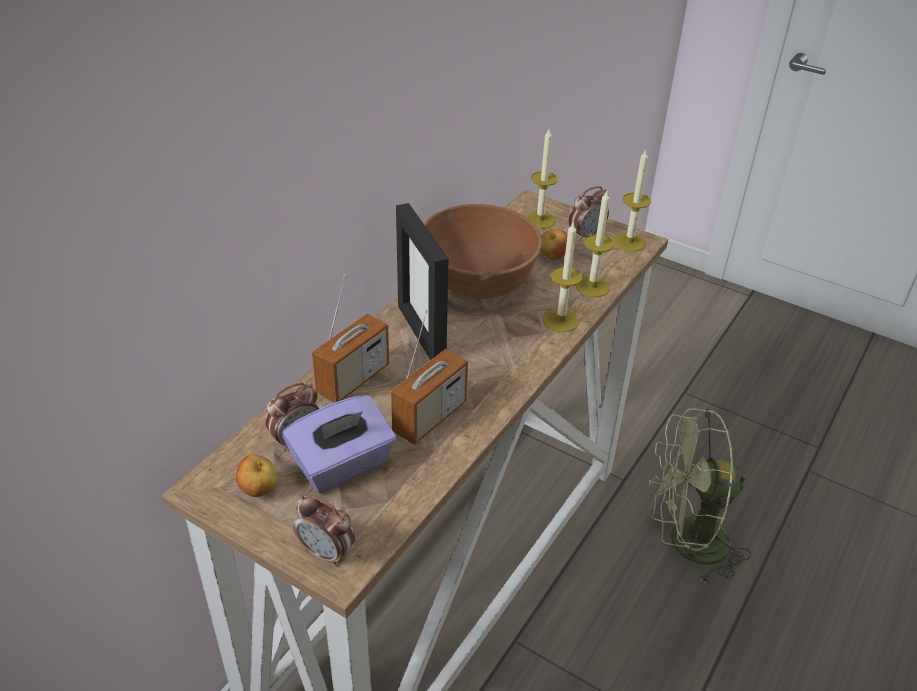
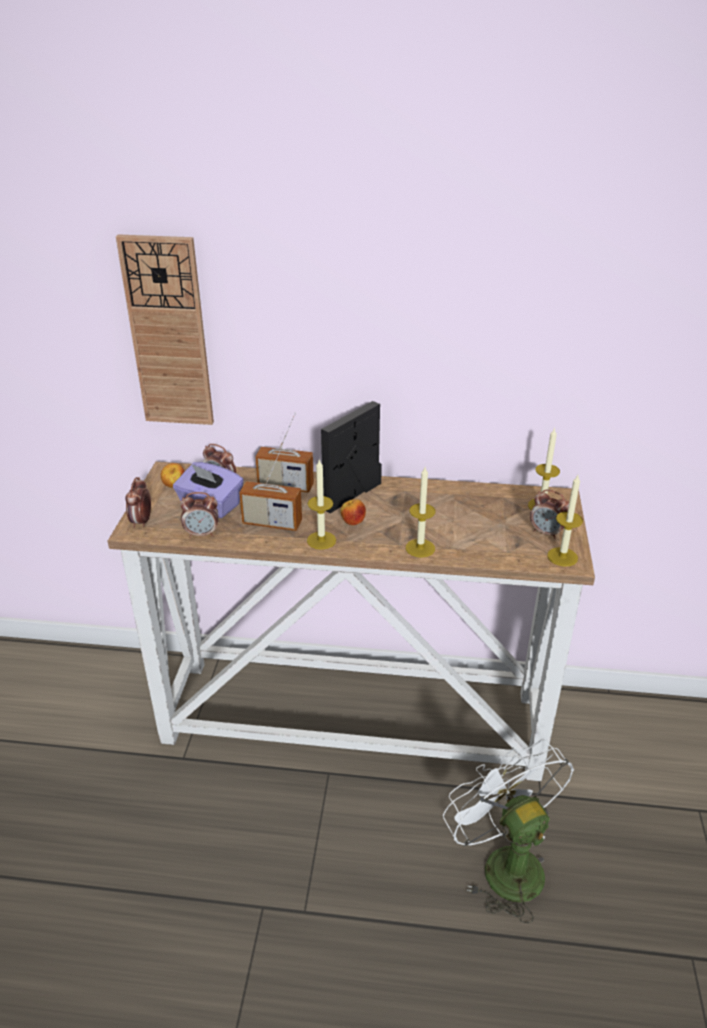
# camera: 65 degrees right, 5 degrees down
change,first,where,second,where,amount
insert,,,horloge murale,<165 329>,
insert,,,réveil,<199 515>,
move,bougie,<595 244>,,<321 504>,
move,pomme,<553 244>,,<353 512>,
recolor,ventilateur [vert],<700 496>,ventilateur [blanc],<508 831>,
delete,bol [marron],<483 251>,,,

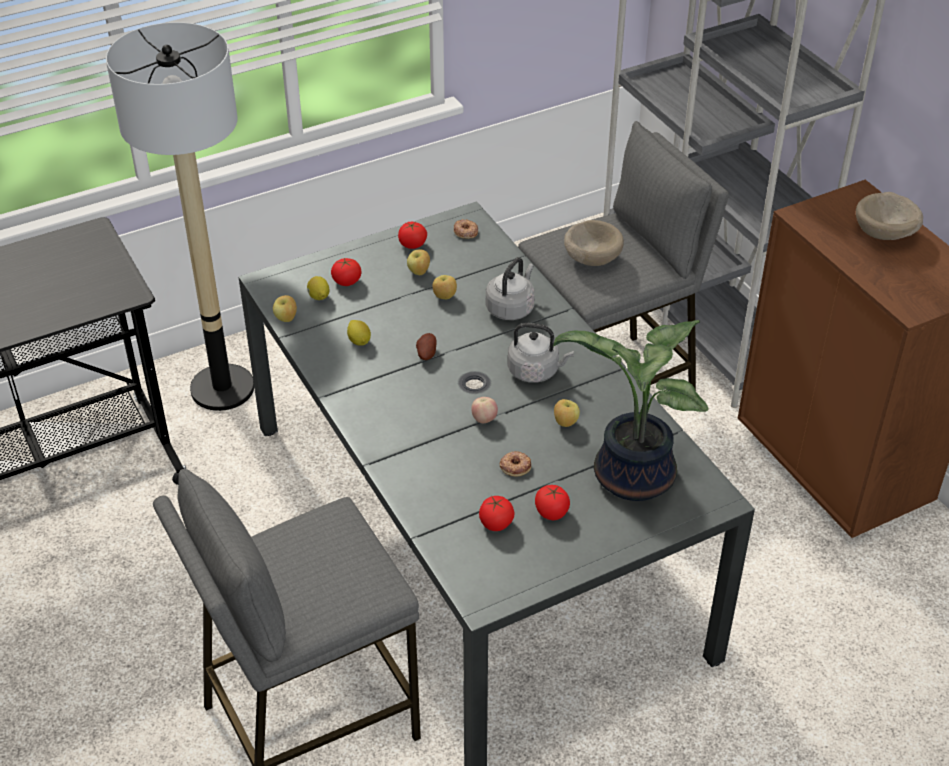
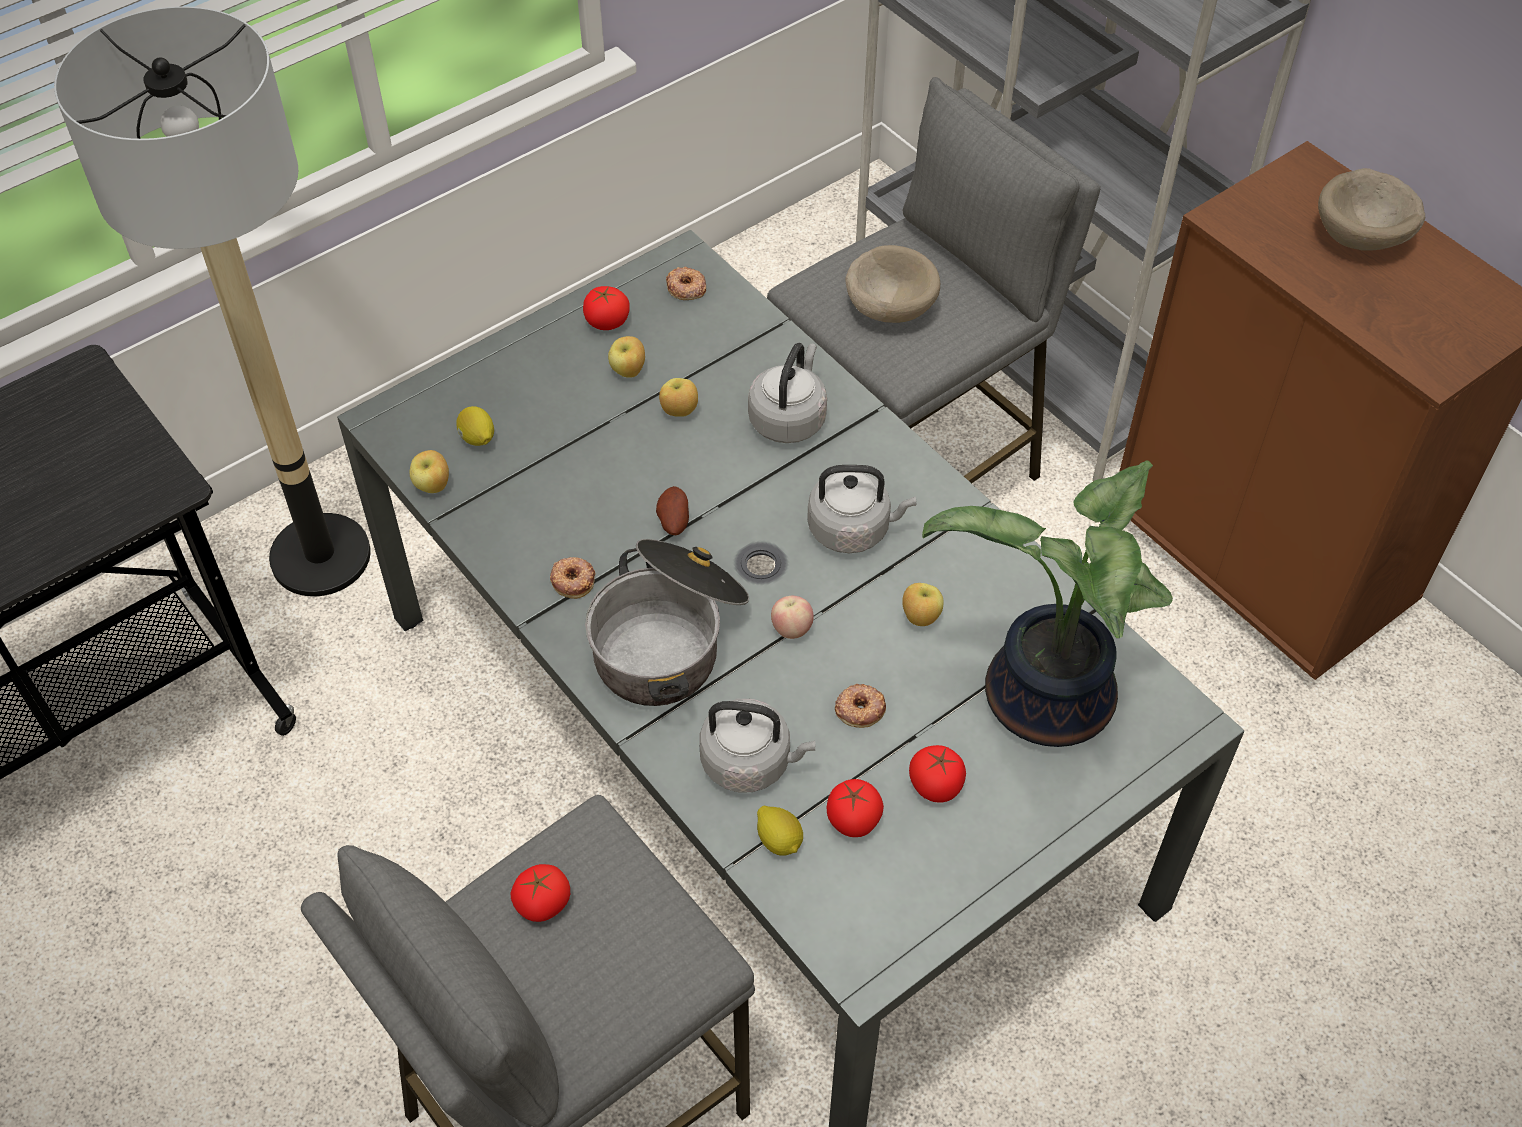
# camera: 10 degrees left, 10 degrees up
change,first,where,second,where,amount
move,tomate,<346 272>,,<540 893>,
insert,,,beignet,<572 578>,
insert,,,marmite,<667 622>,
insert,,,bouilloire [gris],<757 746>,
move,citron,<359 333>,,<780 831>,

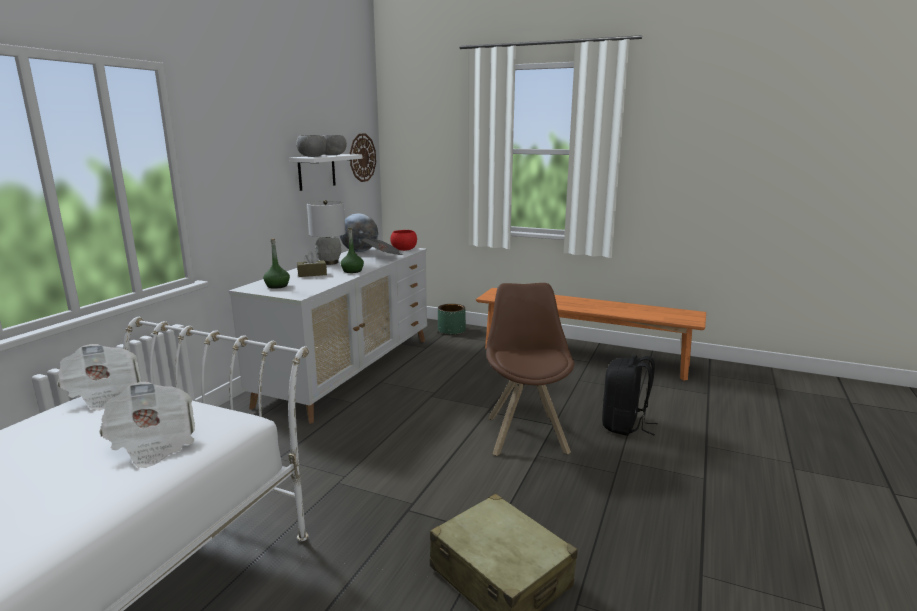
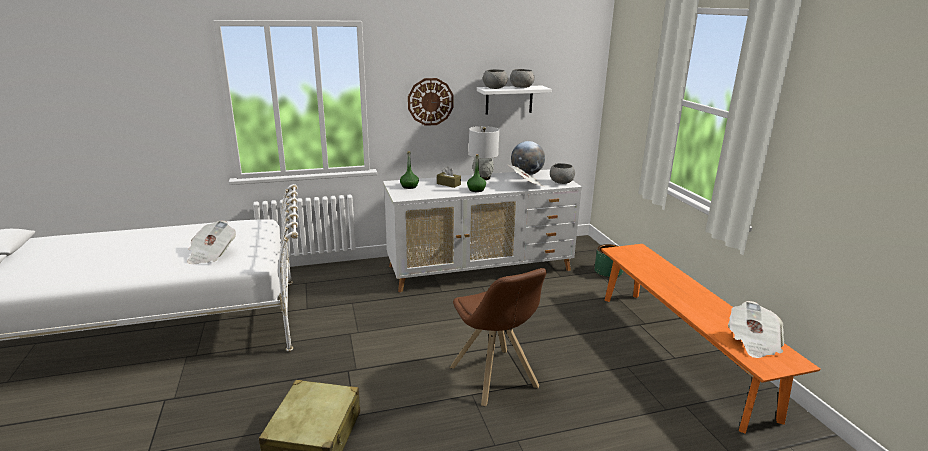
# camera: 50 degrees right, 5 degrees up
change,first,where,second,where,amount
move,horloge murale,<363 158>,,<431 102>,
rotate,chaise [marron],<530 369>,,<498 337>,105 degrees clockwise
recolor,bol [rouge],<403 240>,bol [gris],<562 173>,
move,journal,<99 377>,,<756 329>,
delete,sac à dos [noir],<630 395>,,,

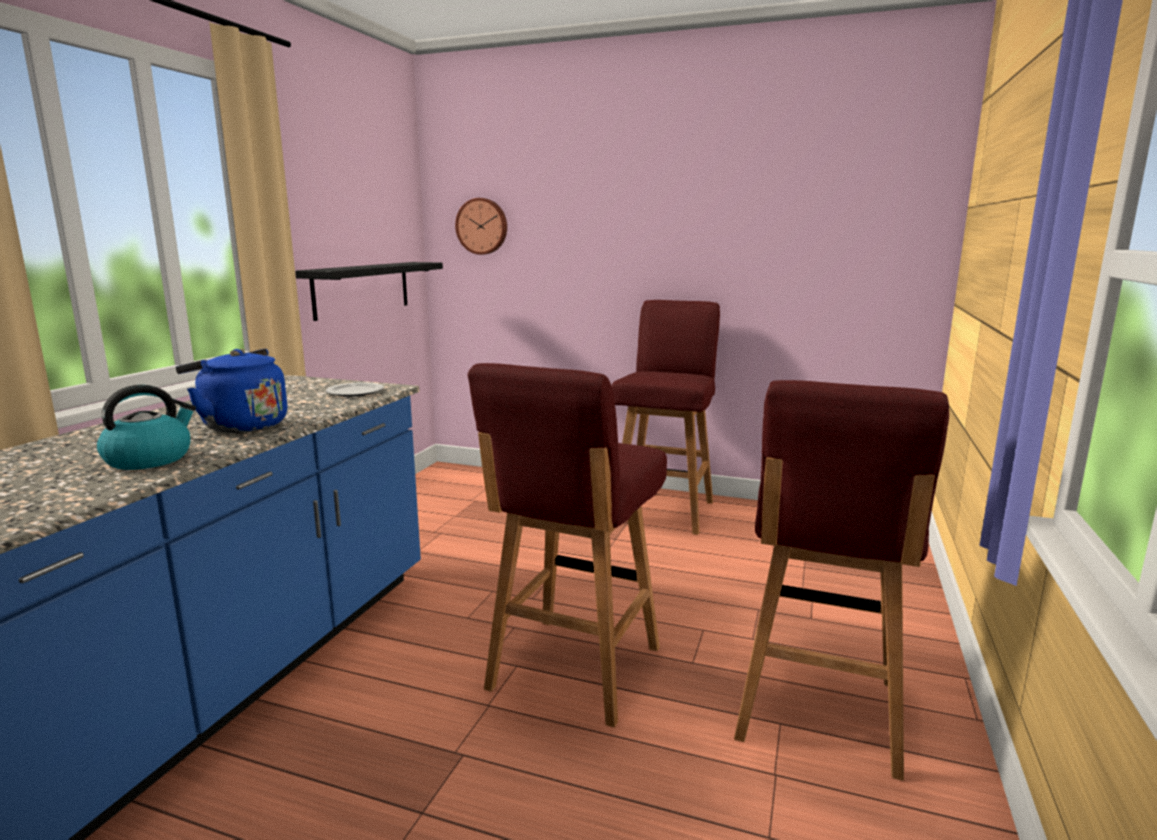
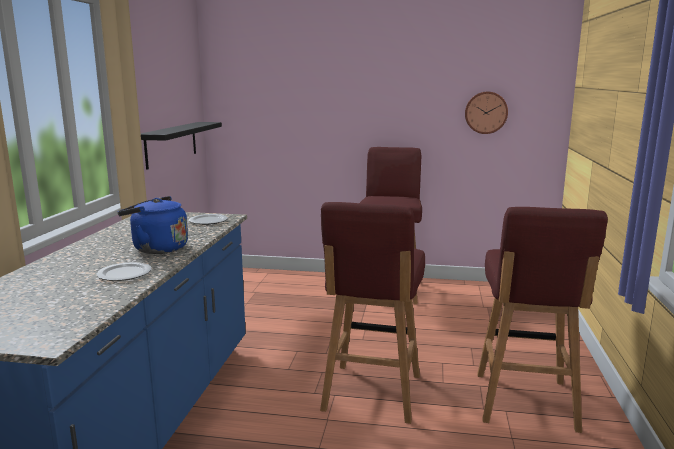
# camera: 10 degrees left, 0 degrees up
change,first,where,second,where,amount
replace,bouilloire,<146 427>,assiette,<124 271>,
move,horloge murale,<481 226>,,<486 113>,

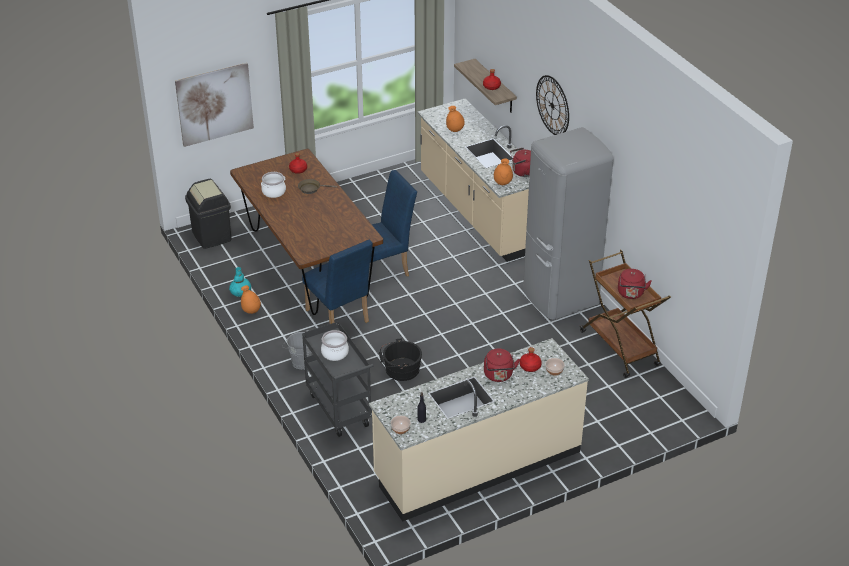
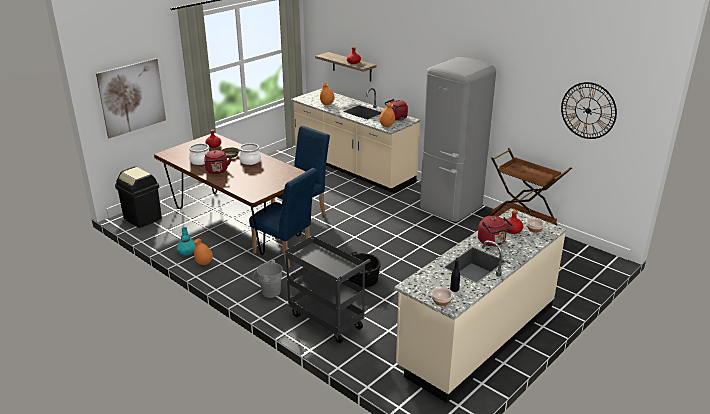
# camera: 20 degrees left, 10 degrees down
change,first,where,second,where,amount
move,bouilloire [rouge],<635 284>,,<218 162>,
move,marmite,<335 345>,,<250 154>,
move,horloge murale,<552 105>,,<589 110>,

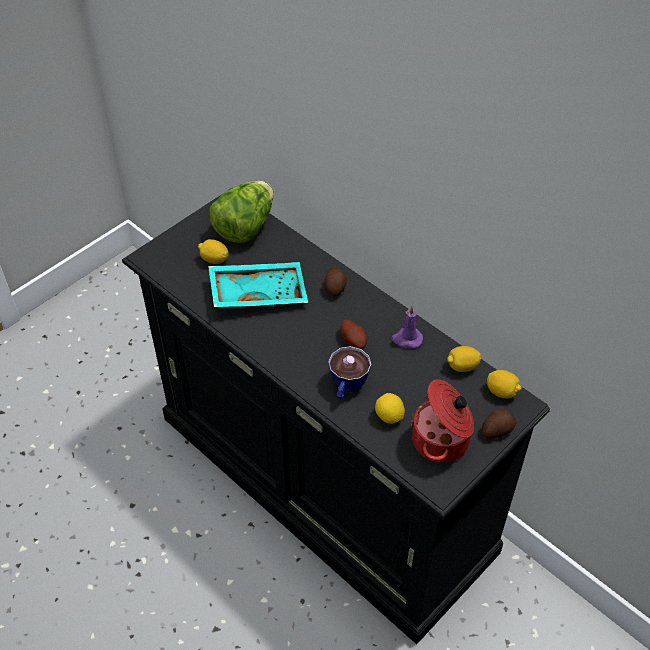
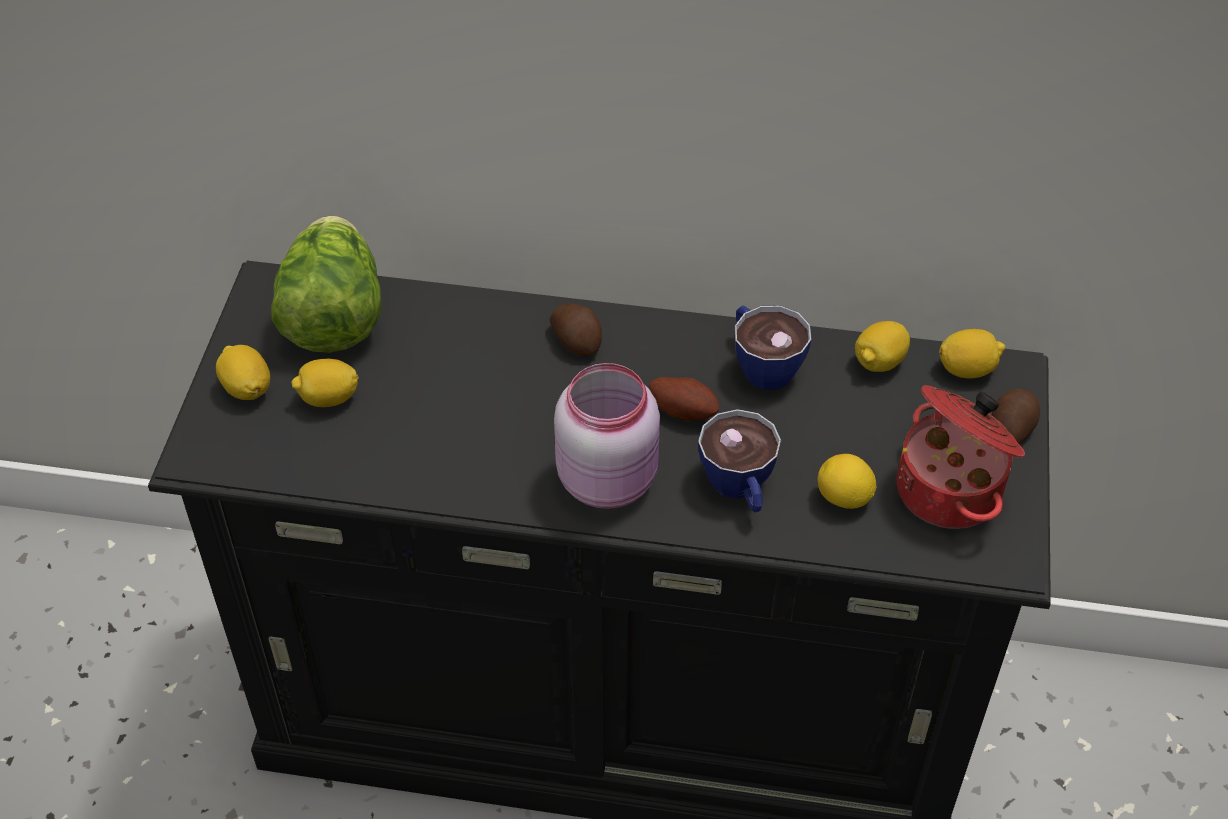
# camera: 35 degrees left, 0 degrees up
change,first,where,second,where,amount
insert,,,citron,<243 372>,
insert,,,bocal [rose],<607 436>,
replace,bougie [violet],<407 327>,tasse,<773 347>,
delete,plateau [turquoise],<258 285>,,,

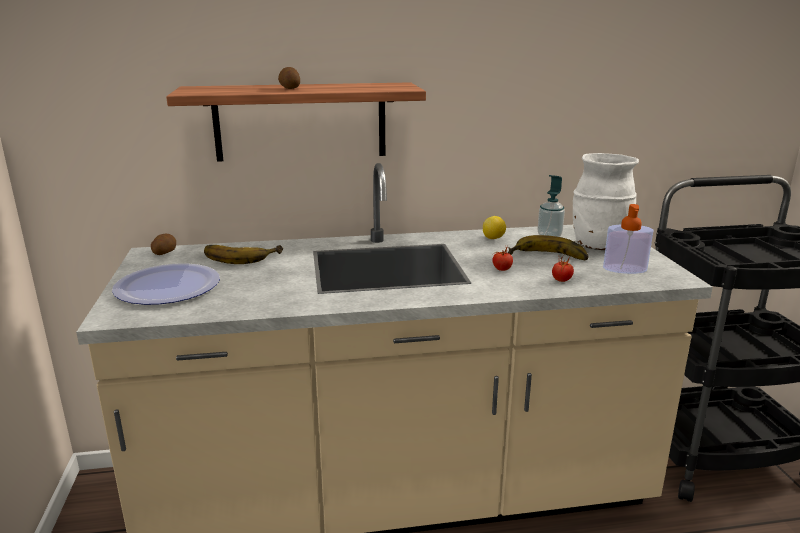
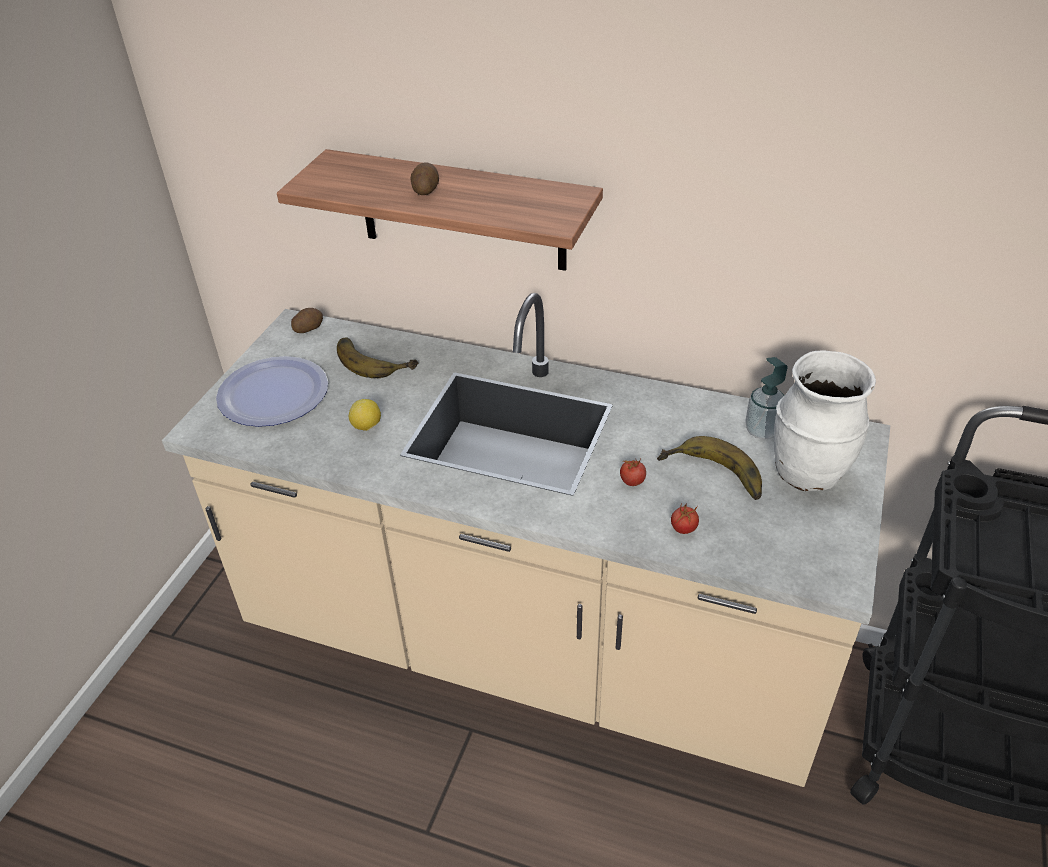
# camera: 30 degrees right, 20 degrees up
change,first,where,second,where,amount
move,citron,<494 227>,,<365 415>,
delete,distributeur de savon,<628 239>,,,

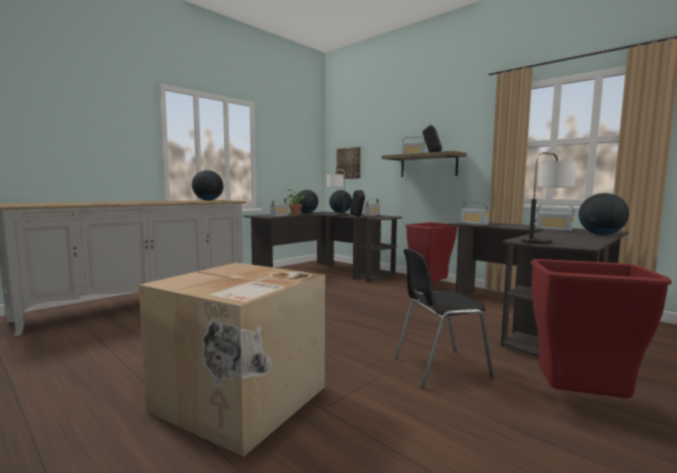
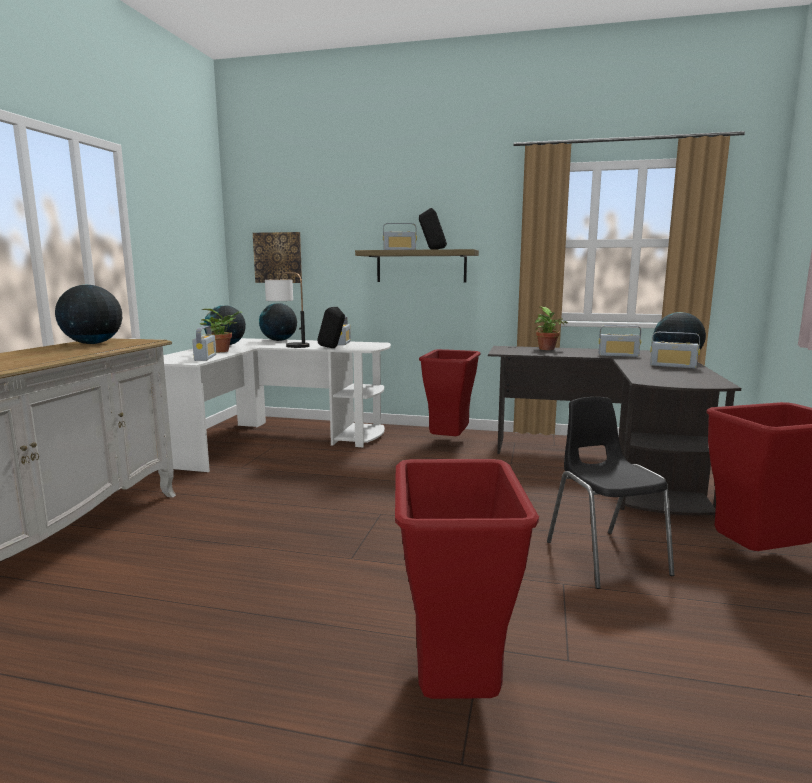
# camera: 30 degrees left, 5 degrees up
change,first,where,second,where,amount
recolor,bureau [noir],<322 247>,bureau [blanc],<277 405>,
replace,carton,<232 360>,poubelle [rouge],<467 579>,
insert,,,plante en pot,<551 328>,
rotate,chaise [noir],<444 318>,,<610 493>,120 degrees clockwise
move,radio,<475 213>,,<675 350>,
delete,lampe de table,<549 198>,,,

